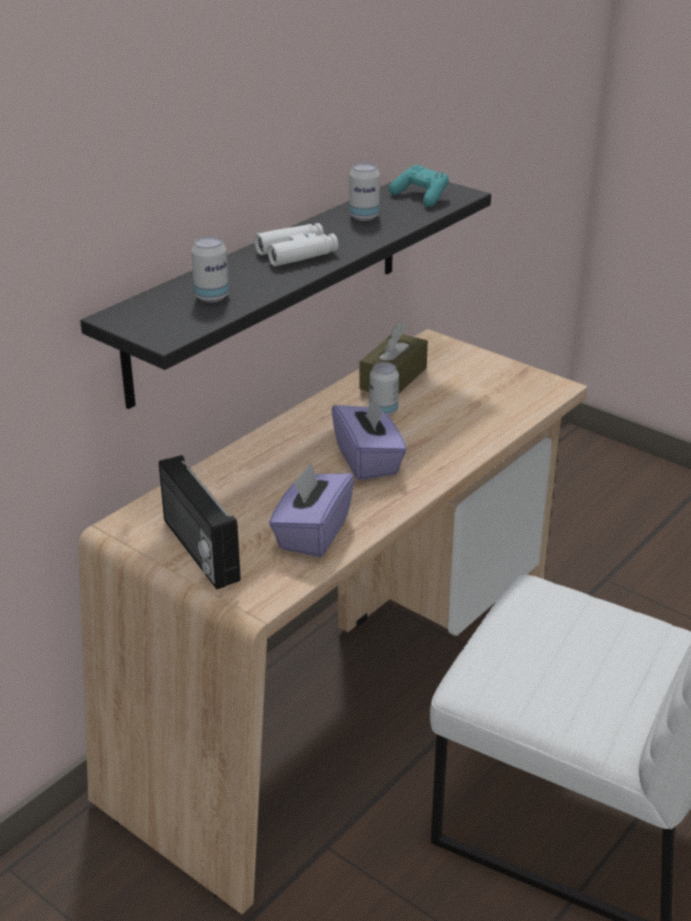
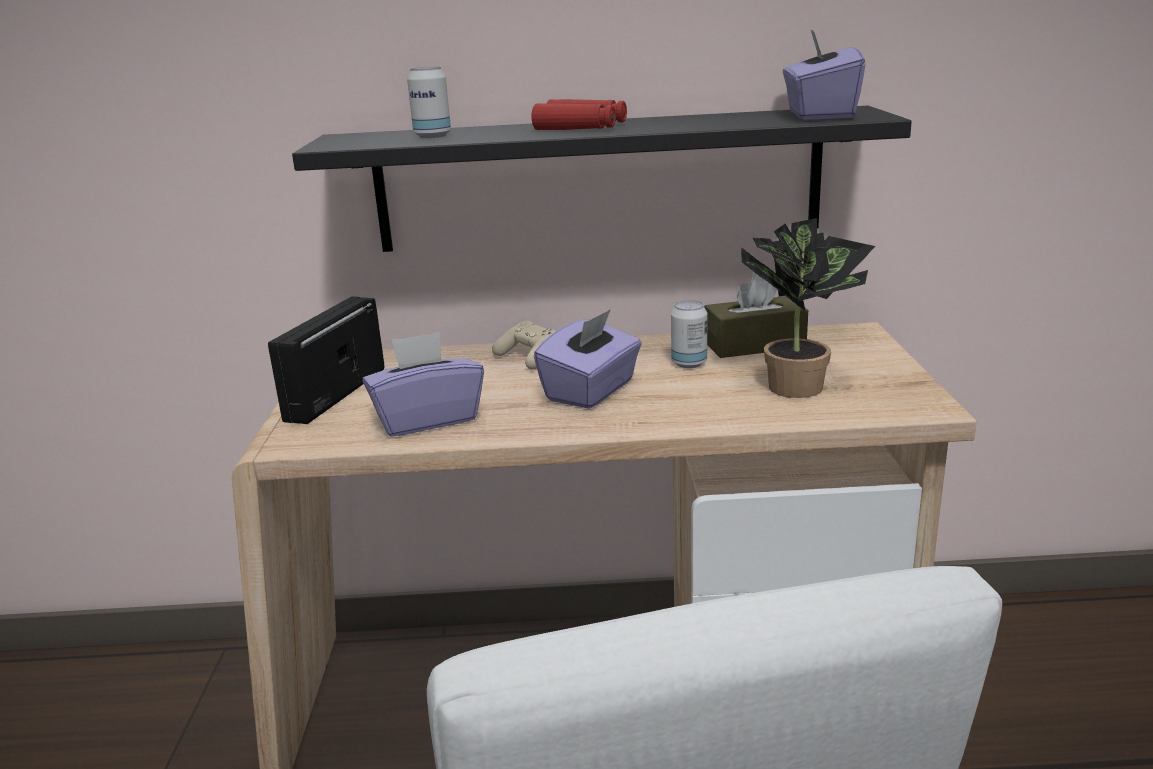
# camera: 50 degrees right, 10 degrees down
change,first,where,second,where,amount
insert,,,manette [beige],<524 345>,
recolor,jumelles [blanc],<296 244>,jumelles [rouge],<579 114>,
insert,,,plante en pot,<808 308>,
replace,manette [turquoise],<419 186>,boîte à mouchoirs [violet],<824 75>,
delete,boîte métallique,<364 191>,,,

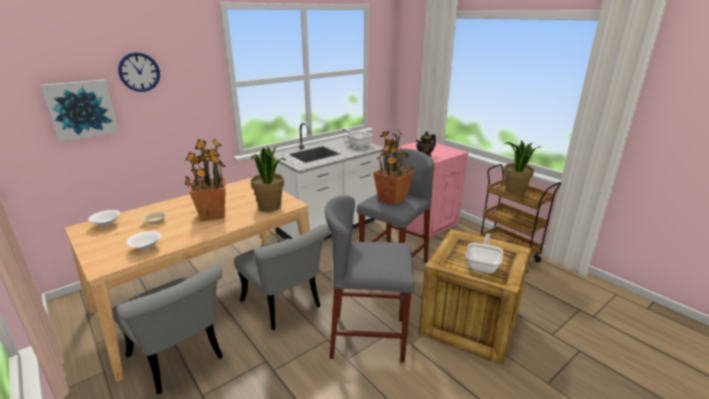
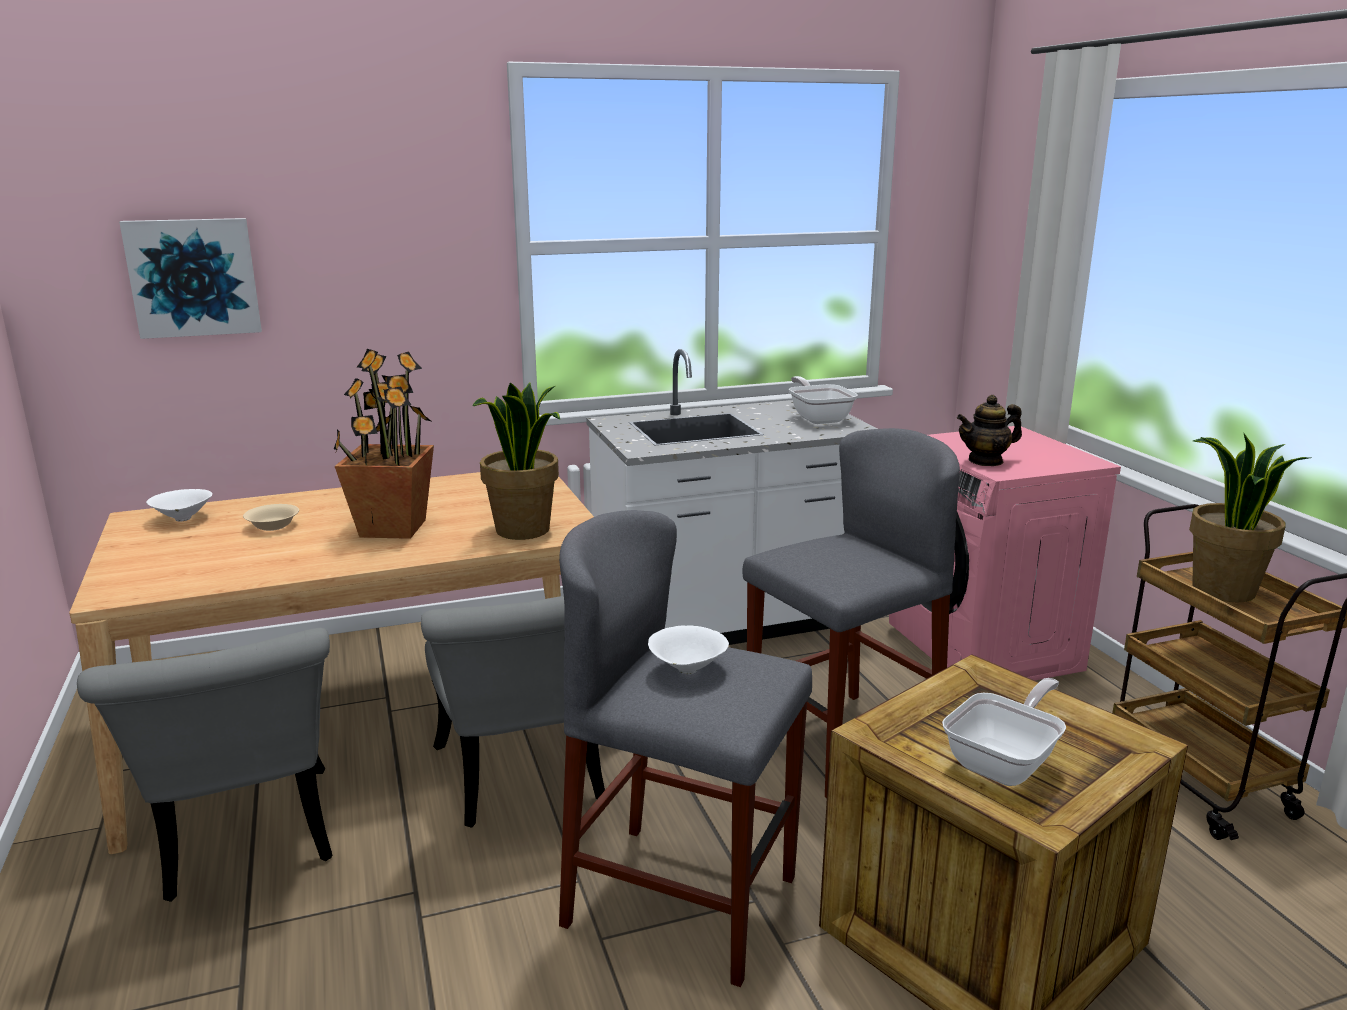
# camera: 20 degrees right, 5 degrees down
change,first,where,second,where,amount
move,bol [blanc],<144 240>,,<688 650>,
delete,horloge murale,<139 72>,,,
delete,plante en pot,<393 168>,,,

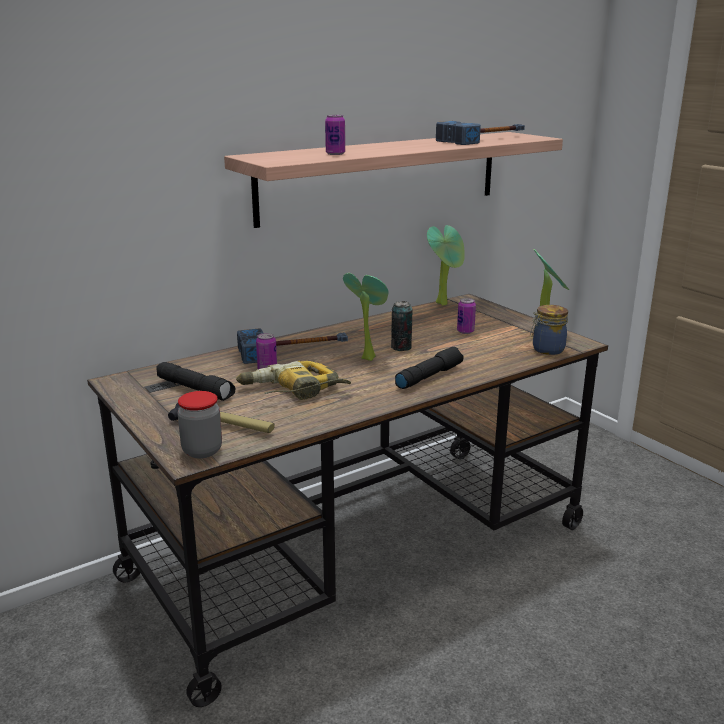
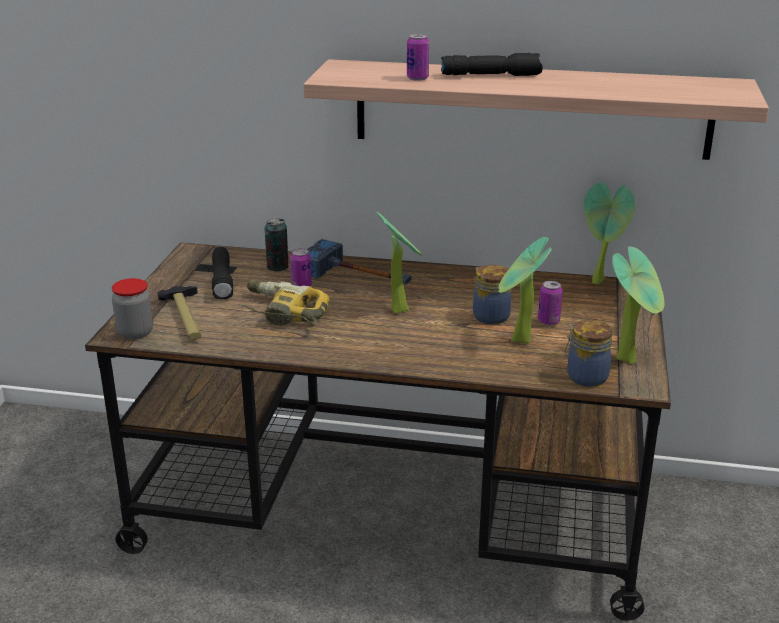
# camera: 45 degrees right, 5 degrees up
change,first,where,second,where,amount
move,boîte métallique,<402 326>,,<276 244>,
move,lampe de poche [noir],<429 368>,,<492 64>,
insert,,,bocal,<492 294>,
insert,,,plante en pot,<525 290>,
delete,marteau,<480 133>,,,

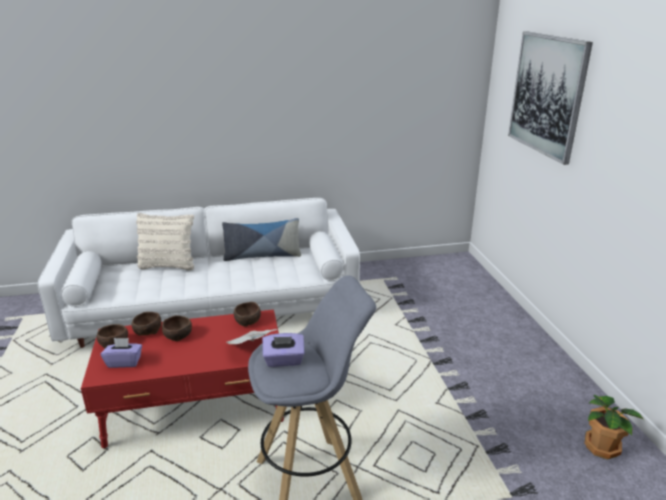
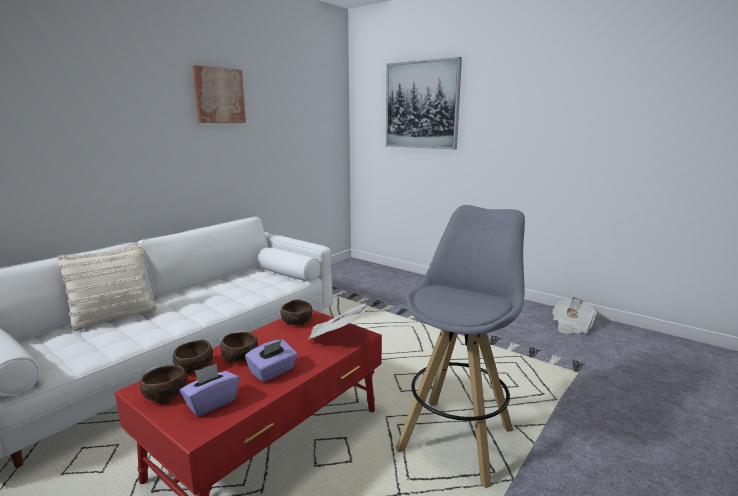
# camera: 40 degrees left, 10 degrees down
change,first,where,second,where,amount
insert,,,tableau,<219 94>,
move,boîte à mouchoirs [violet],<283 350>,,<271 360>,
replace,plante en pot,<614 427>,journal,<574 315>,
delete,coussin,<261 239>,,,

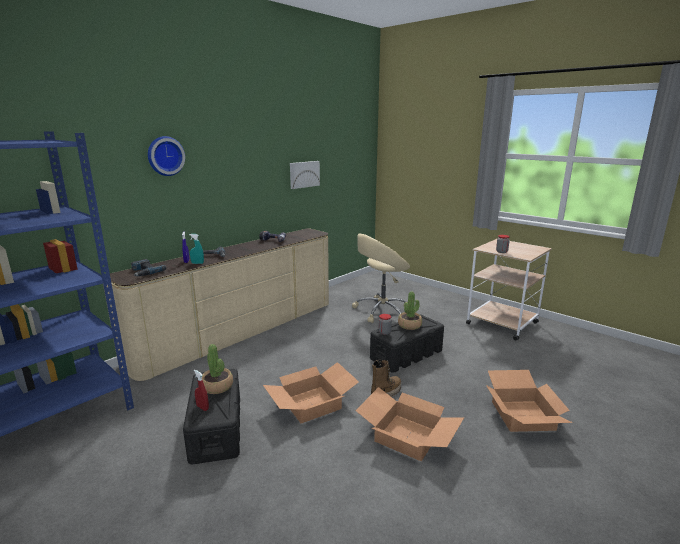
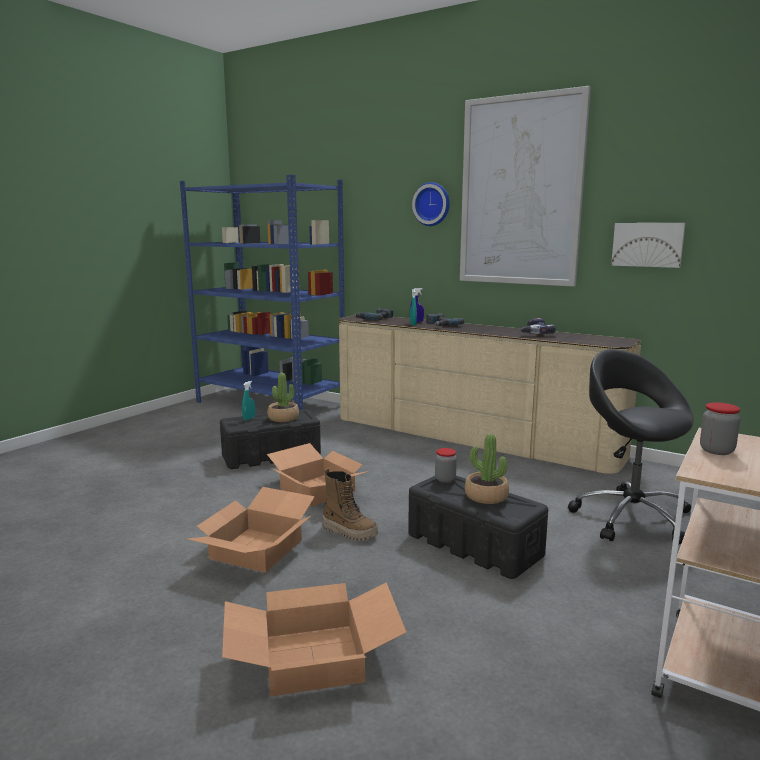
# camera: 80 degrees right, 5 degrees down
change,first,where,second,where,amount
recolor,vaporisateur [rouge],<201 390>,vaporisateur [turquoise],<248 400>,
insert,,,tableau,<525 186>,
recolor,chaise de bureau [beige],<381 278>,chaise de bureau [noir],<631 446>,

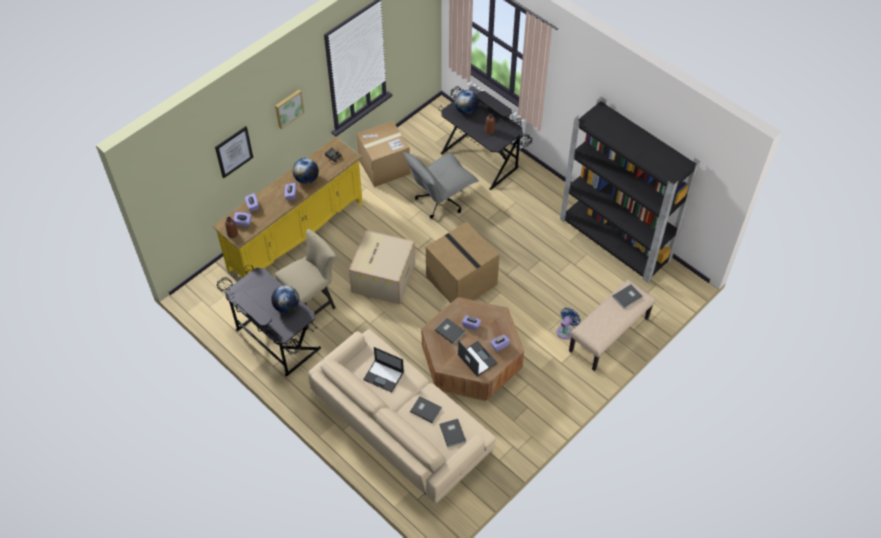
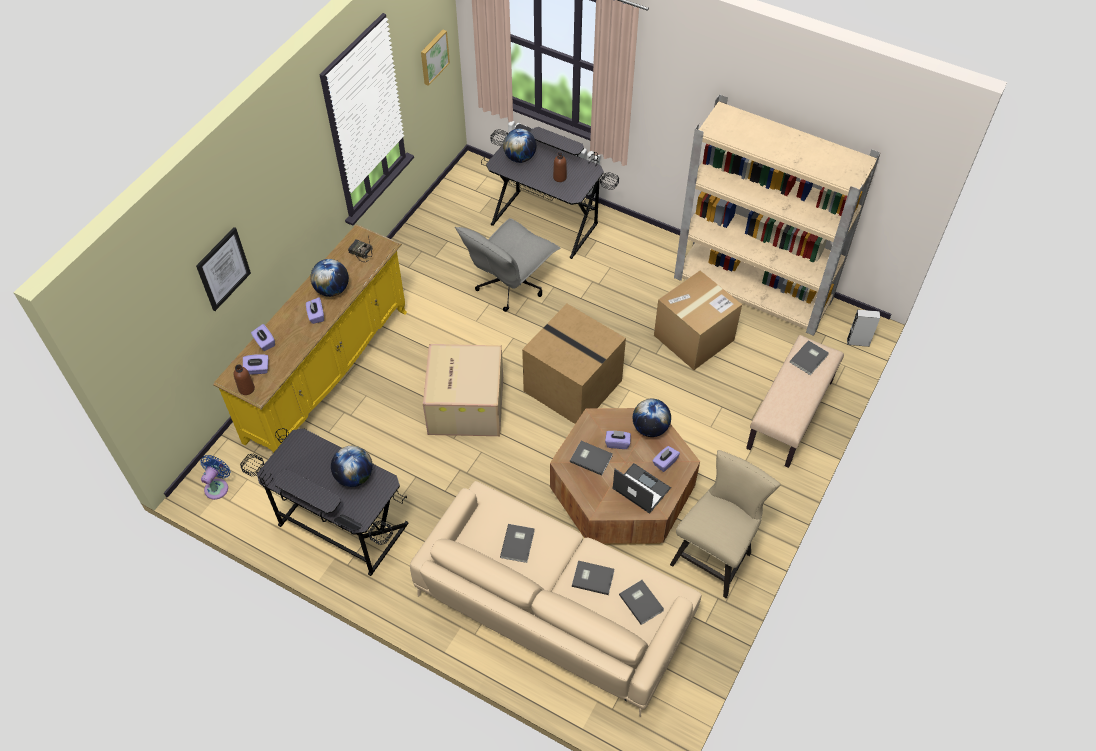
# camera: 15 degrees left, 0 degrees up
change,first,where,second,where,amount
move,ventilateur [bleu],<569 323>,,<215 477>,
move,tableau,<289 109>,,<435 58>,
replace,ordinateur portable,<383 369>,livre [gris],<517 543>,
insert,,,globe,<652 418>,
move,carton,<383 154>,,<698 320>,
move,chaise [beige],<305 279>,,<725 524>,
recolor,bibliothèque [noir],<630 189>,bibliothèque [beige],<777 215>,
insert,,,enceinte [gris],<863 328>,

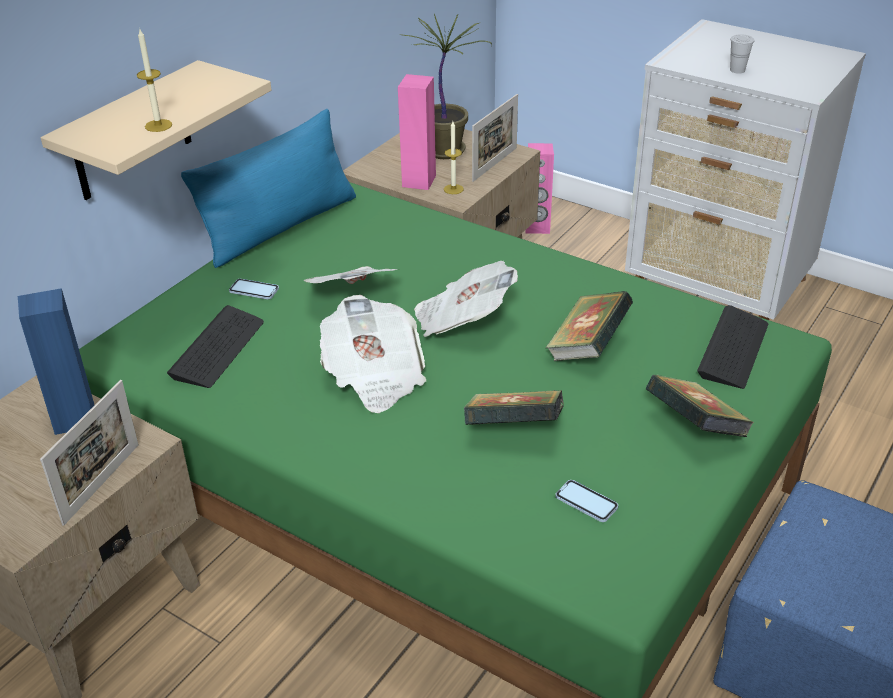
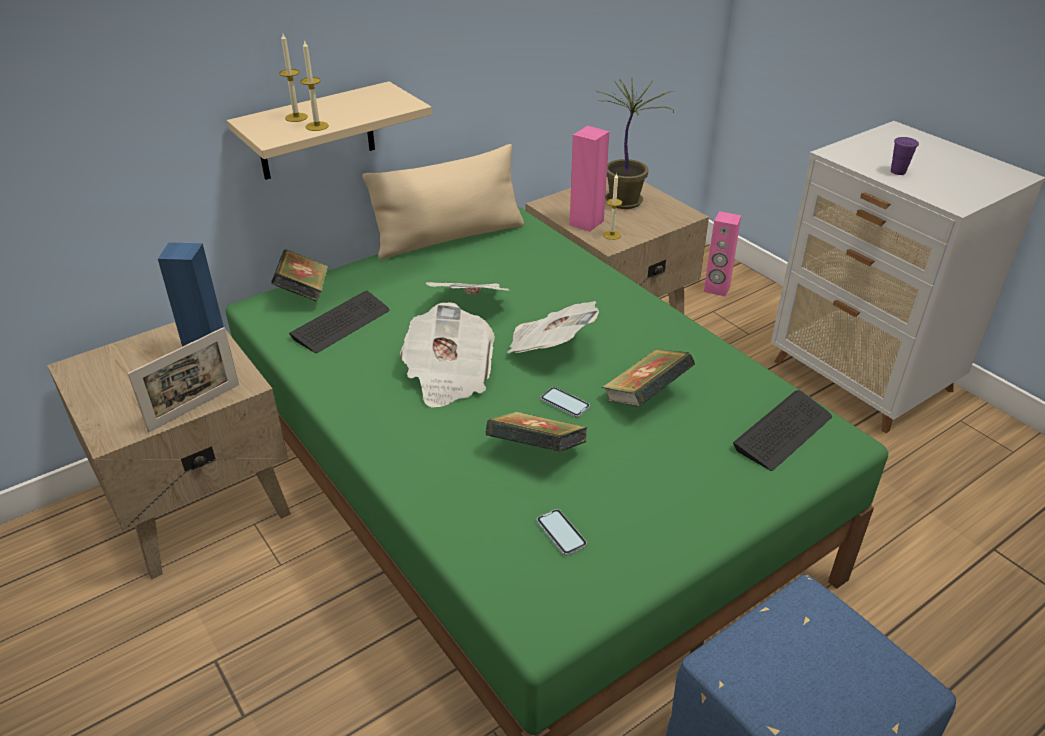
# camera: 20 degrees right, 0 degrees up
change,first,where,second,where,amount
move,livre,<700 406>,,<299 275>,
insert,,,bougie,<293 78>,
recolor,coussin [bleu],<268 188>,coussin [beige],<443 201>,
move,téléphone,<254 289>,,<565 402>,
recolor,tasse [blanc],<742 53>,tasse [violet],<905 156>,
delete,cadre photo,<495 138>,,,

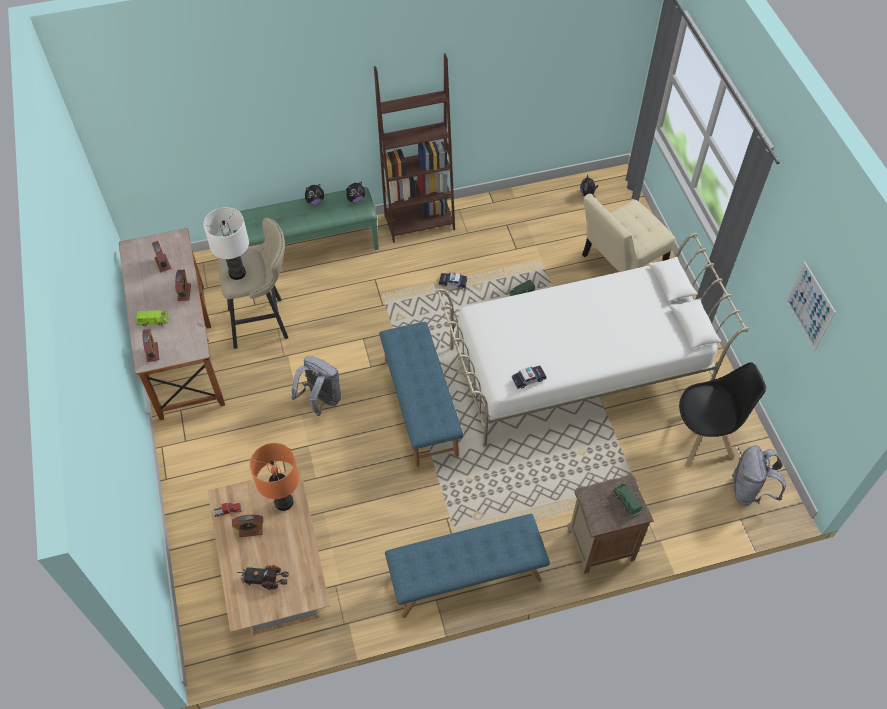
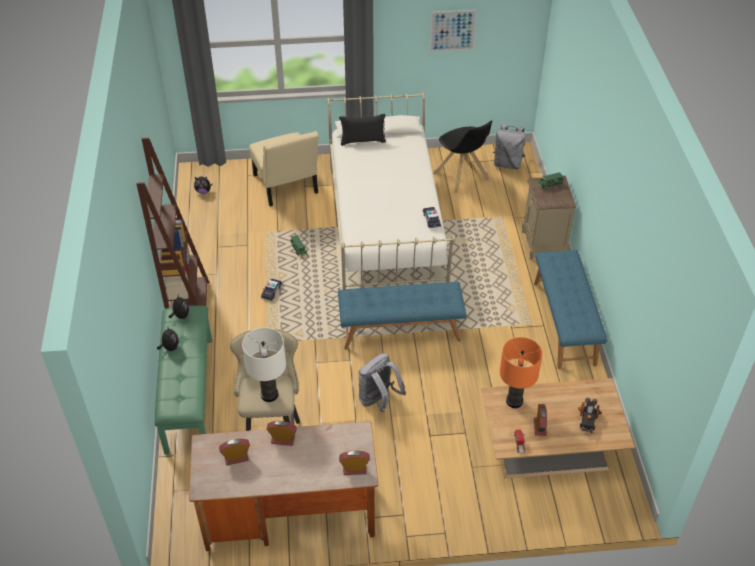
# camera: 80 degrees left, 10 degrees down
change,first,where,second,where,amount
insert,,,coussin [noir],<362 130>,
rotate,chaise [noir],<716 415>,,<463 156>,150 degrees clockwise
delete,petite voiture [vert],<152 318>,,,

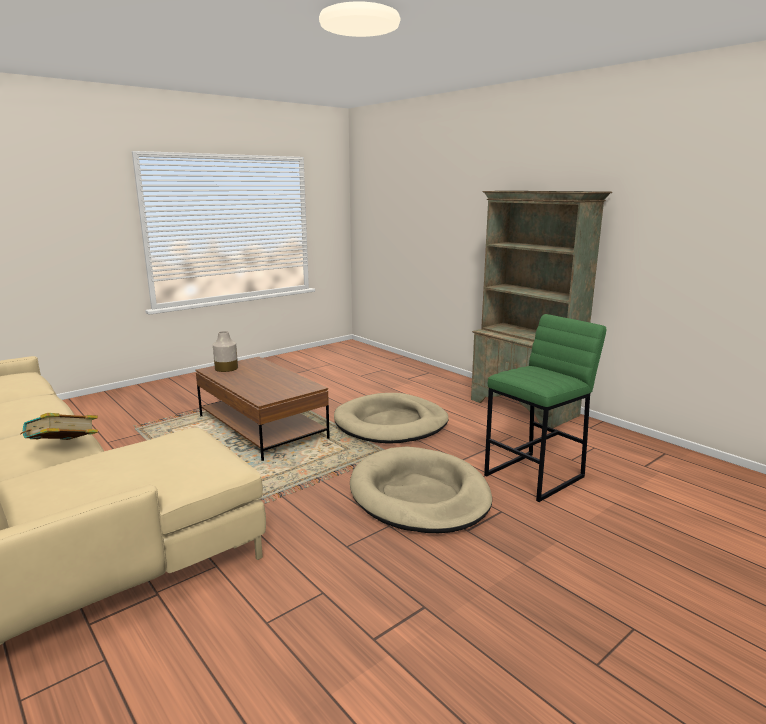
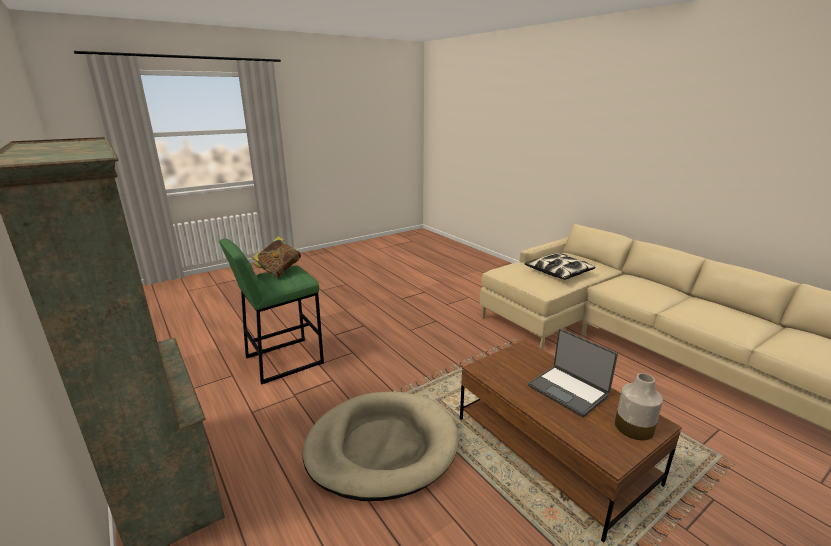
# camera: 175 degrees left, 5 degrees up
change,first,where,second,where,amount
move,livre,<59 426>,,<276 257>,
insert,,,coussin,<560 266>,
insert,,,ordinateur portable,<573 373>,
delete,panier pour chien [beige],<421 489>,,,

